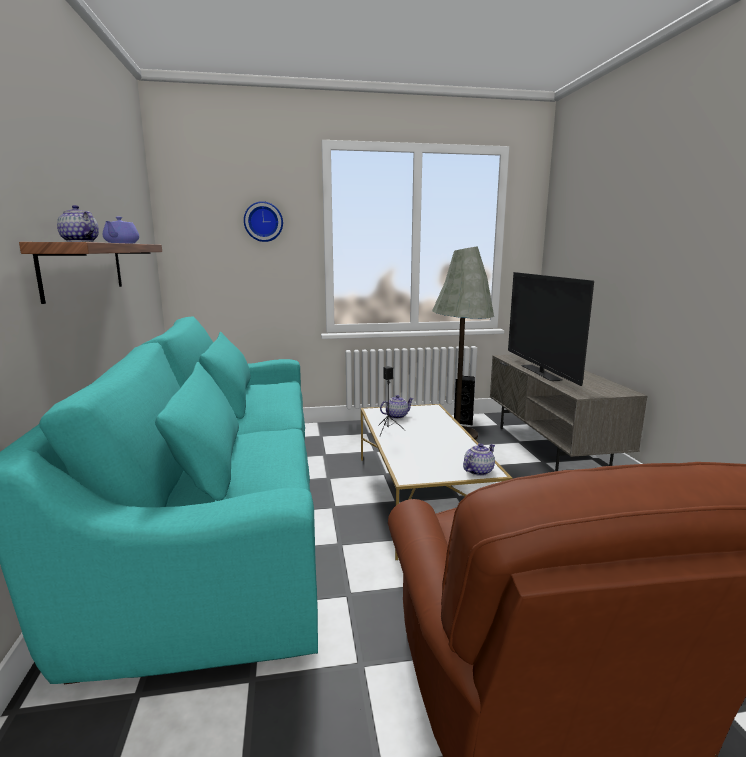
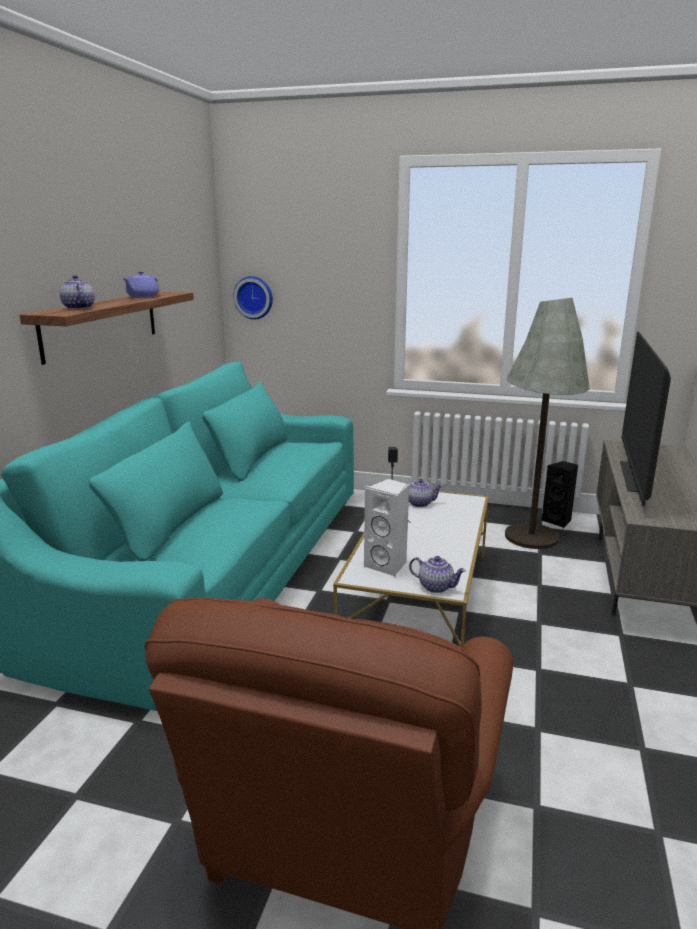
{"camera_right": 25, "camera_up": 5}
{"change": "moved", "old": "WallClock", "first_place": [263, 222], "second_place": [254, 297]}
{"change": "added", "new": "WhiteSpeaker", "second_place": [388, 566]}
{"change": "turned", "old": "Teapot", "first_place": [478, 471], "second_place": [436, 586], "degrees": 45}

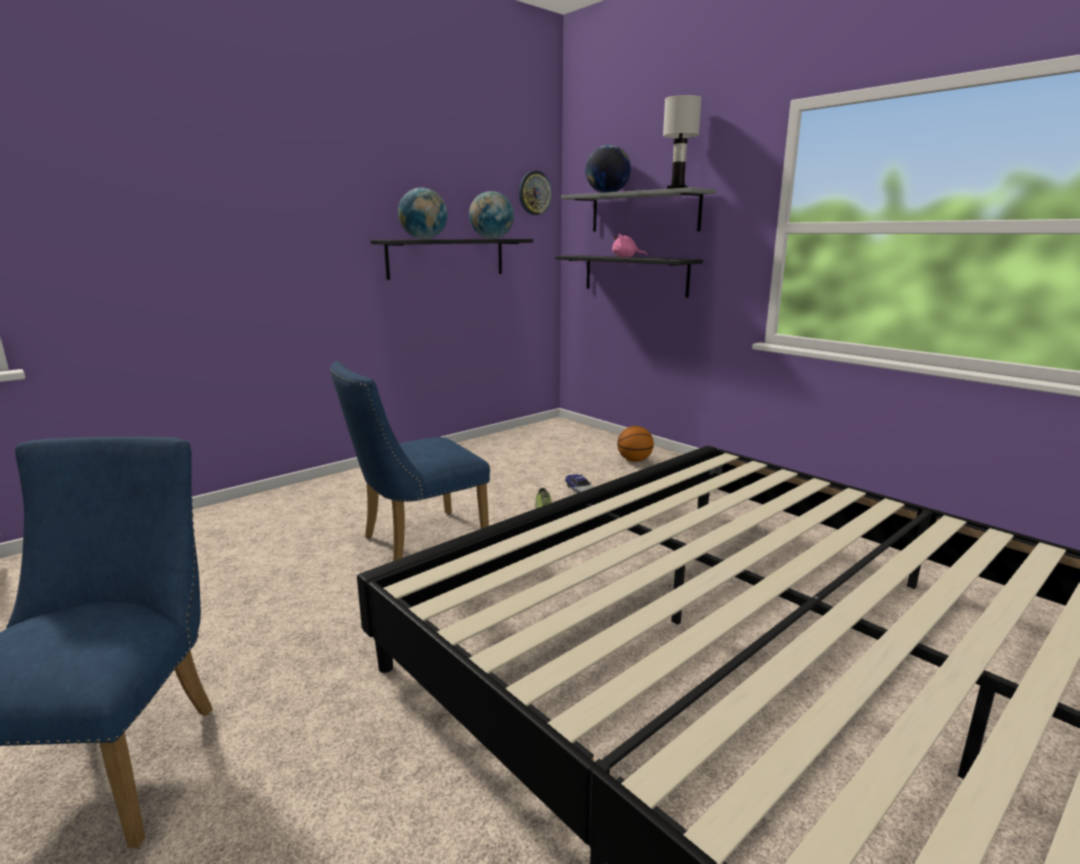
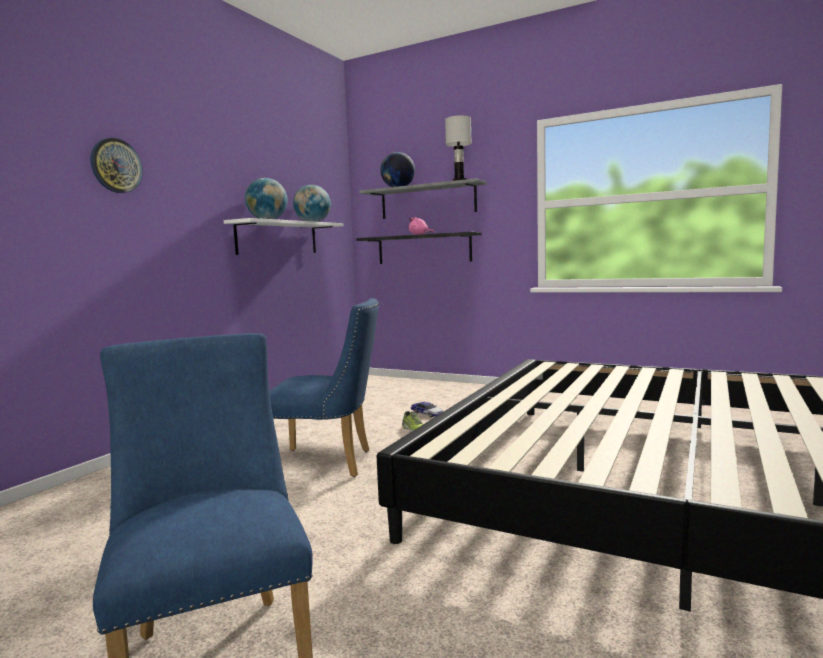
{"camera_right": -20, "camera_up": -10}
{"change": "moved", "old": "WallClock", "first_place": [534, 193], "second_place": [116, 166]}
{"change": "recoloured", "old": "BlackShelf", "new": "WhiteShelf", "first_place": [447, 258], "second_place": [277, 238]}
{"change": "turned", "old": "BlueChair", "first_place": [416, 542], "second_place": [329, 464], "degrees": -120}
{"change": "removed", "old": "Basketball", "first_place": [634, 460]}

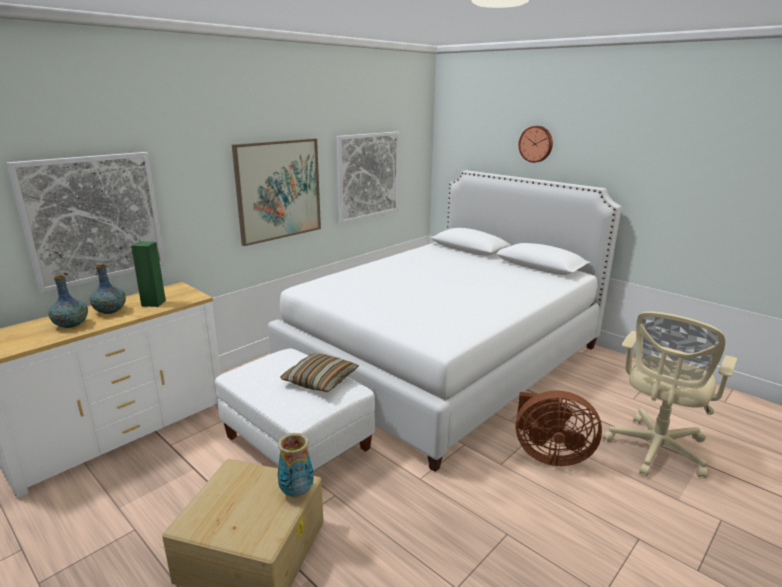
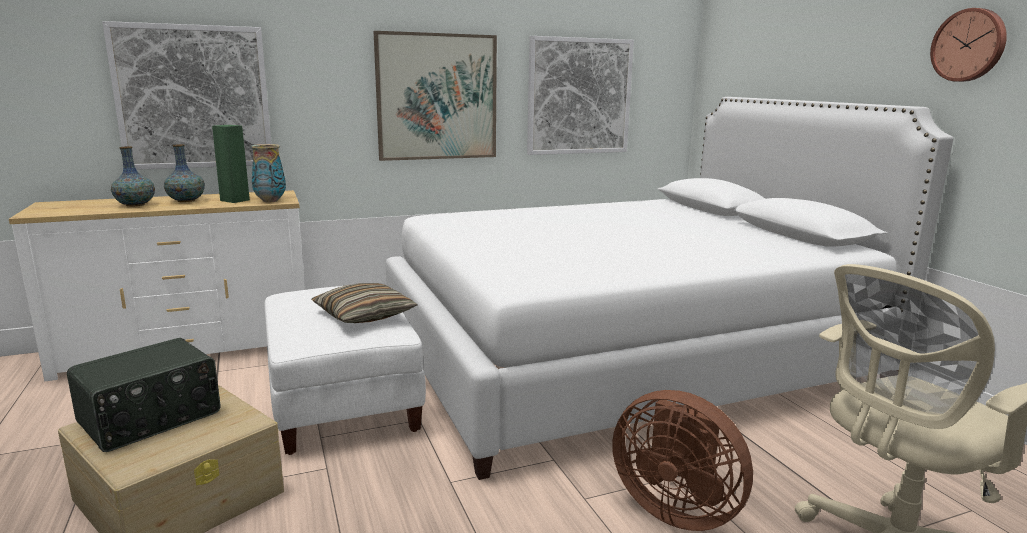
{"camera_right": 25, "camera_up": -5}
{"change": "added", "new": "Radio", "second_place": [151, 419]}
{"change": "moved", "old": "Vase", "first_place": [297, 492], "second_place": [270, 201]}
{"change": "moved", "old": "WallClock", "first_place": [536, 144], "second_place": [969, 45]}

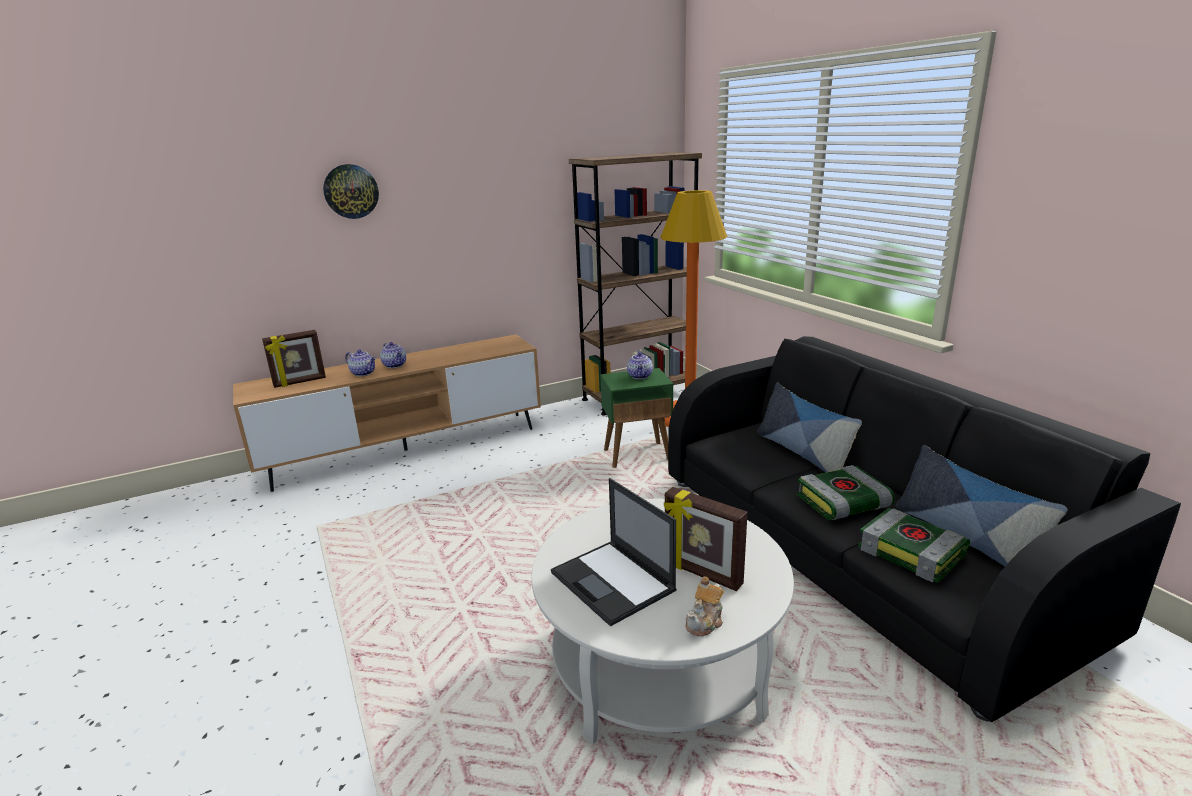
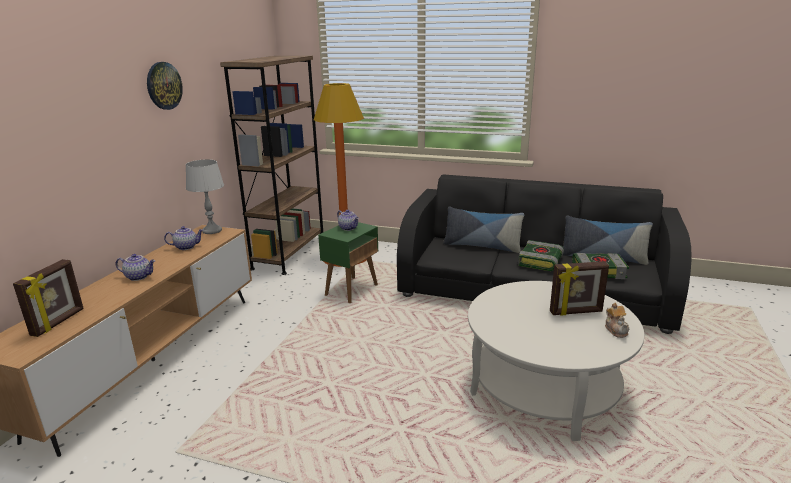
{"camera_right": -45, "camera_up": 0}
{"change": "moved", "old": "WallClock", "first_place": [351, 191], "second_place": [163, 86]}
{"change": "moved", "old": "Teapot", "first_place": [364, 373], "second_place": [186, 247]}
{"change": "added", "new": "GreyTableLamp", "second_place": [212, 230]}
{"change": "removed", "old": "Laptop", "first_place": [613, 582]}

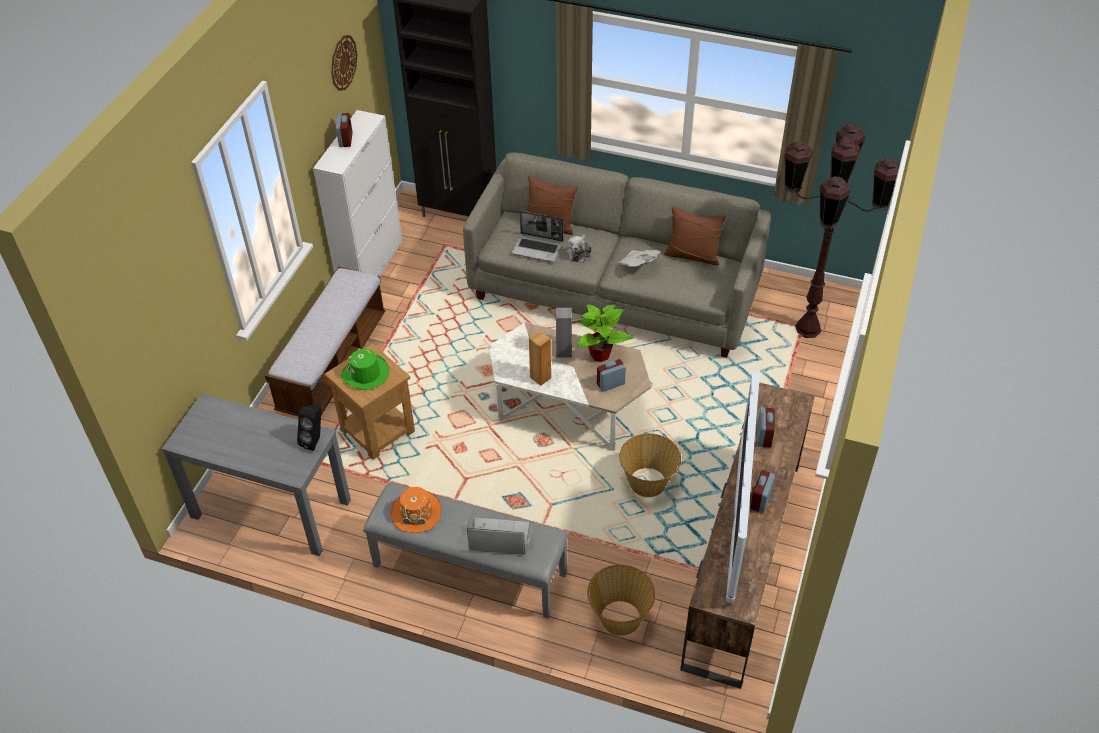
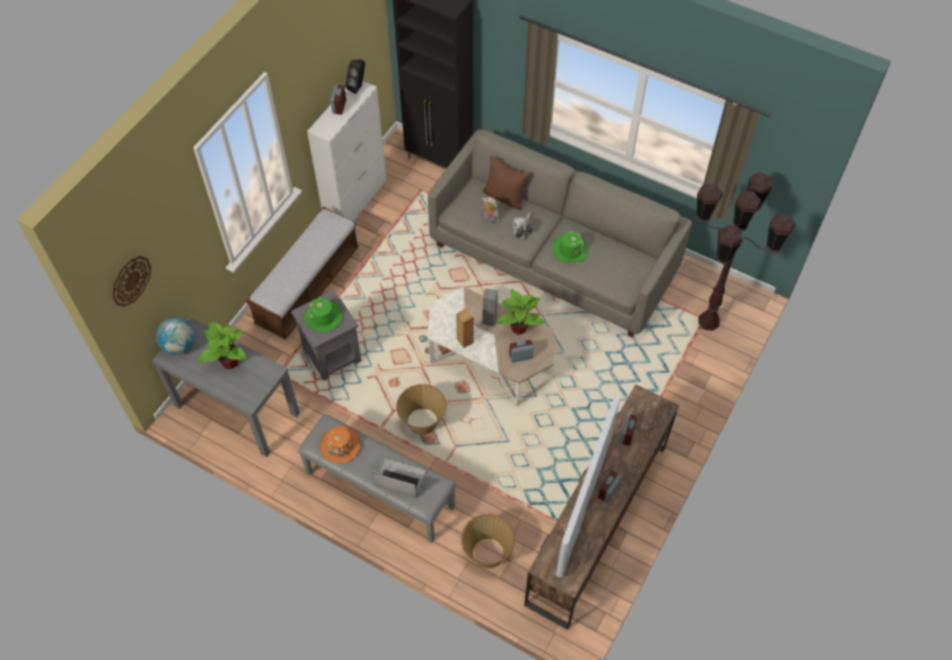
{"camera_right": 10, "camera_up": 10}
{"change": "moved", "old": "WallClock", "first_place": [343, 62], "second_place": [131, 280]}
{"change": "added", "new": "Globe", "second_place": [179, 345]}
{"change": "added", "new": "PottedPlant", "second_place": [229, 361]}
{"change": "recoloured", "old": "BrownSideTable", "new": "GreySideTable", "first_place": [377, 430], "second_place": [331, 355]}
{"change": "moved", "old": "BlackSpeaker", "first_place": [315, 440], "second_place": [358, 87]}
{"change": "moved", "old": "Basket", "first_place": [648, 483], "second_place": [422, 422]}
{"change": "replaced", "old": "Laptop", "new": "PlushToy", "first_place": [538, 248], "second_place": [489, 219]}
{"change": "replaced", "old": "Newspaper", "new": "GreenHat", "first_place": [638, 265], "second_place": [570, 249]}
{"change": "removed", "old": "BrownPillow", "first_place": [692, 255]}

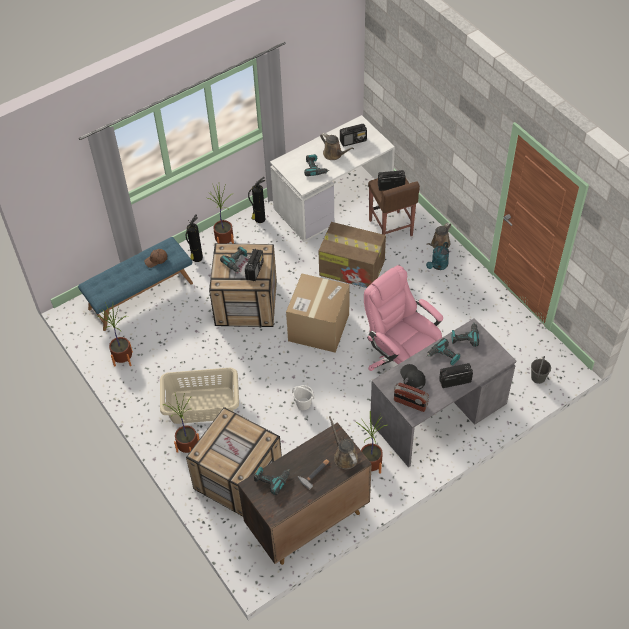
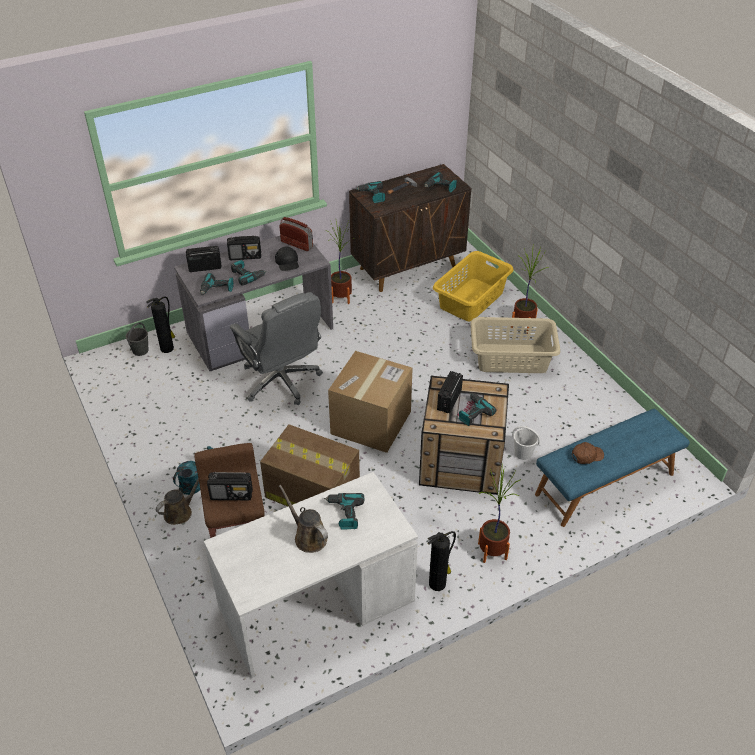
{"camera_right": -175, "camera_up": -10}
{"change": "moved", "old": "FireExtinguisher", "first_place": [196, 258], "second_place": [167, 348]}
{"change": "moved", "old": "Radio", "first_place": [353, 141], "second_place": [204, 267]}
{"change": "recoloured", "old": "PinkOfficeChair", "new": "GreyOfficeChair", "first_place": [401, 358], "second_place": [282, 381]}
{"change": "replaced", "old": "BrownWateringCan", "new": "PowerDrill", "first_place": [344, 456], "second_place": [372, 196]}
{"change": "replaced", "old": "Crate", "new": "YellowLaundryBasket", "first_place": [237, 478], "second_place": [472, 300]}
{"change": "moved", "old": "WhiteBucket", "first_place": [303, 404], "second_place": [523, 453]}
{"change": "removed", "old": "PottedPlant", "first_place": [123, 359]}

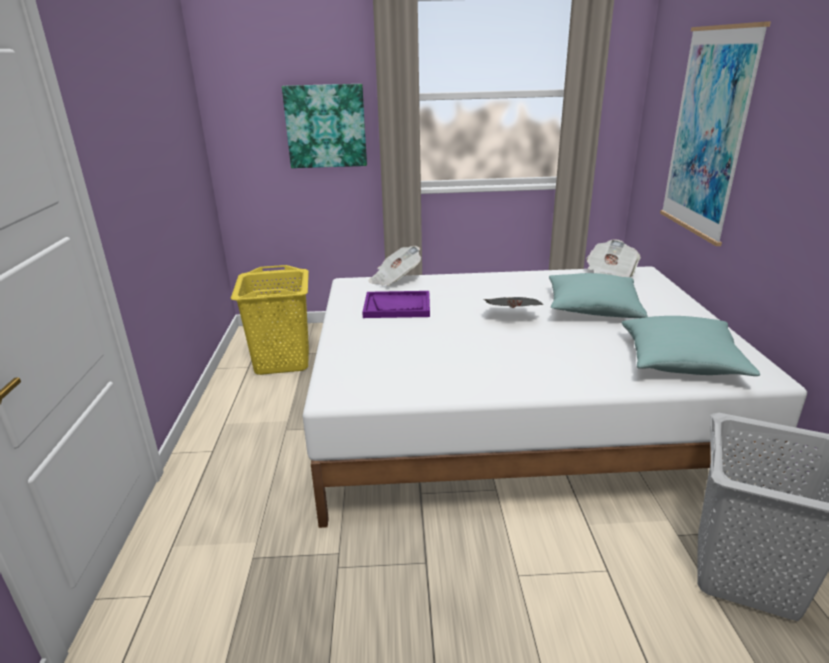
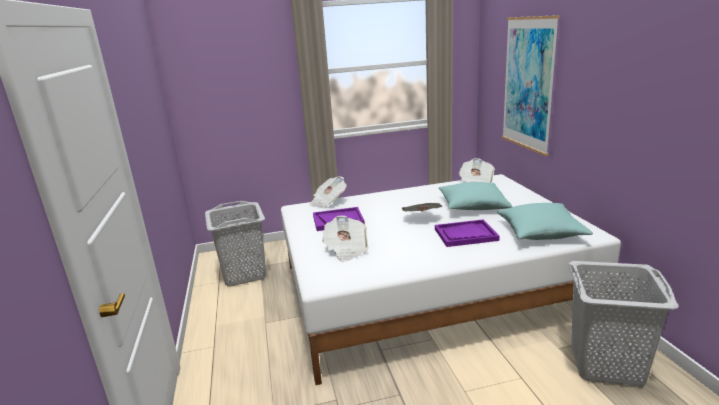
{"camera_right": -10, "camera_up": -5}
{"change": "recoloured", "old": "YellowLaundryBasket", "new": "GreyLaundryBasket", "first_place": [283, 361], "second_place": [244, 274]}
{"change": "added", "new": "Newspaper", "second_place": [346, 250]}
{"change": "added", "new": "PurpleTray", "second_place": [465, 235]}
{"change": "removed", "old": "Picture", "first_place": [326, 126]}

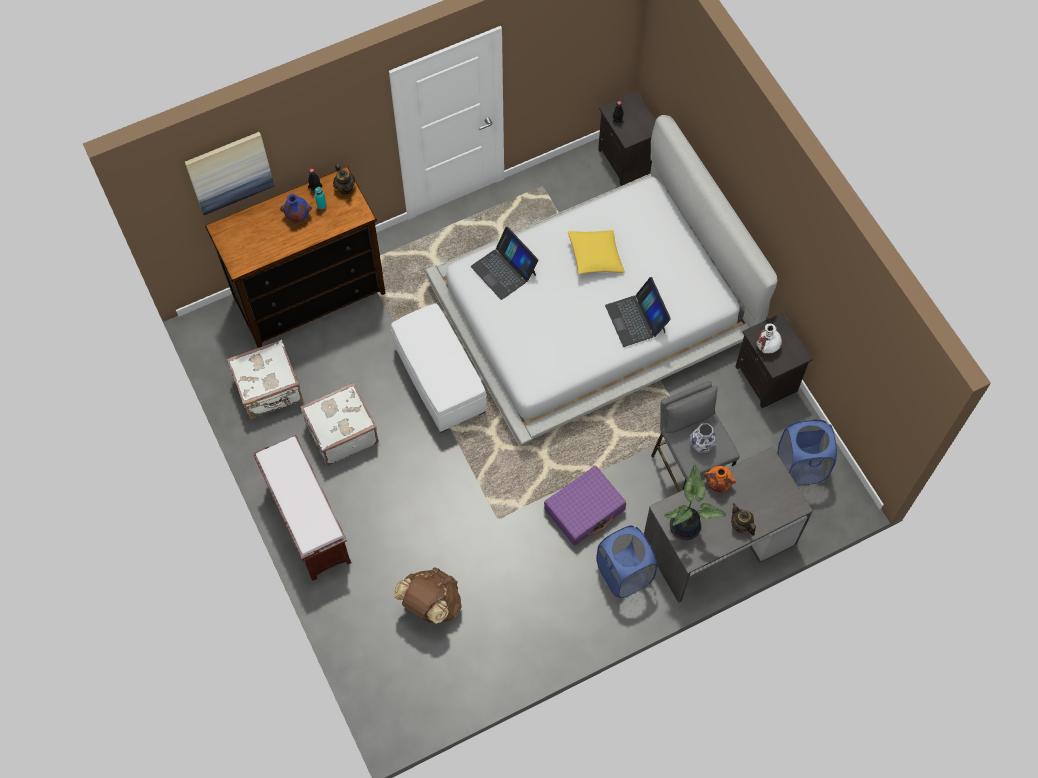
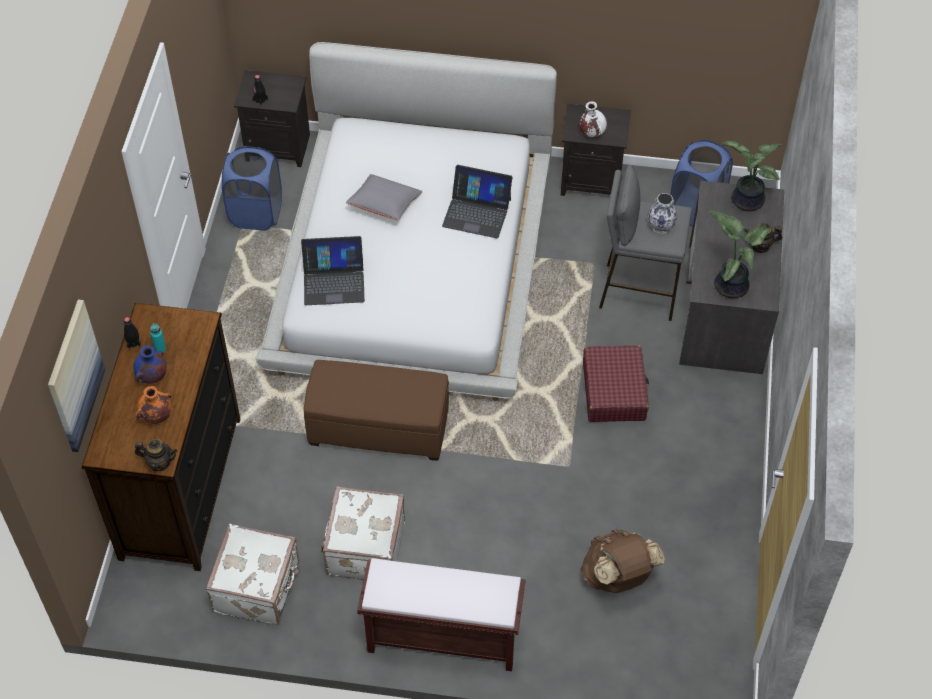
{"camera_right": -55, "camera_up": -10}
{"change": "moved", "old": "Teapot", "first_place": [345, 187], "second_place": [159, 462]}
{"change": "moved", "old": "OrangeVase", "first_place": [717, 483], "second_place": [156, 416]}
{"change": "moved", "old": "BlueLaundryBasket", "first_place": [624, 574], "second_place": [256, 213]}
{"change": "recoloured", "old": "WhiteOttoman", "new": "BrownOttoman", "first_place": [440, 380], "second_place": [379, 428]}
{"change": "recoloured", "old": "YellowPillow", "new": "GreyPillow", "first_place": [595, 257], "second_place": [384, 204]}
{"change": "recoloured", "old": "PurpleSuitcase", "new": "RedSuitcase", "first_place": [584, 509], "second_place": [614, 391]}
{"change": "added", "new": "PottedPlant", "second_place": [745, 201]}

